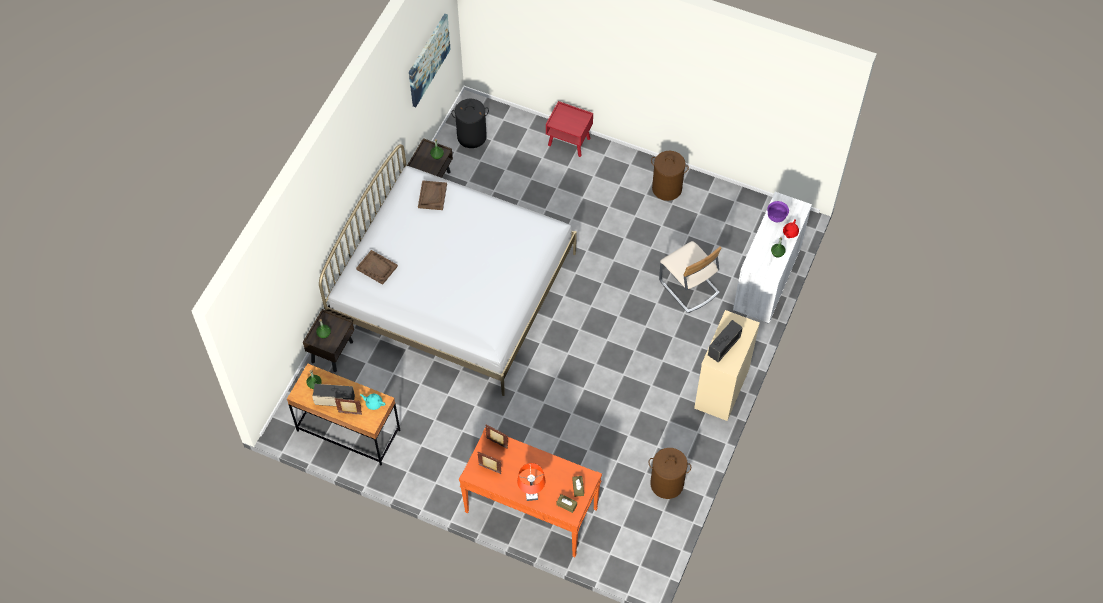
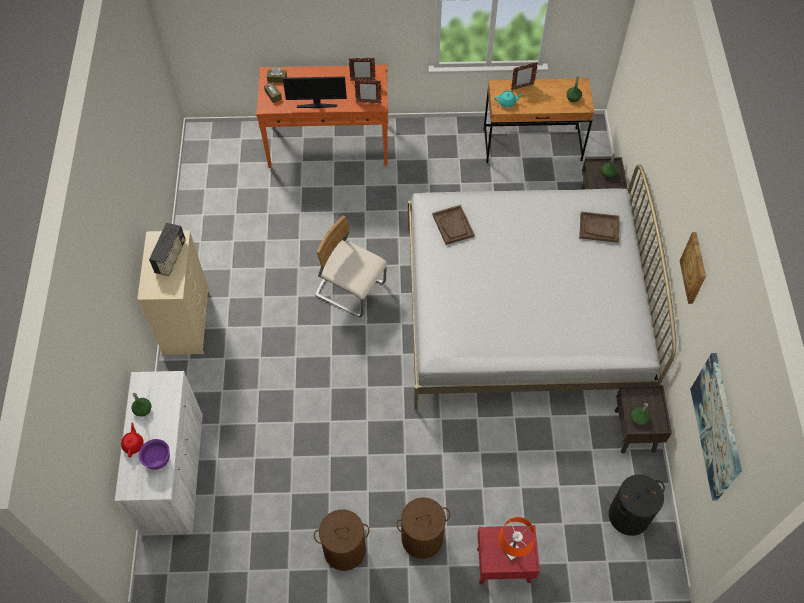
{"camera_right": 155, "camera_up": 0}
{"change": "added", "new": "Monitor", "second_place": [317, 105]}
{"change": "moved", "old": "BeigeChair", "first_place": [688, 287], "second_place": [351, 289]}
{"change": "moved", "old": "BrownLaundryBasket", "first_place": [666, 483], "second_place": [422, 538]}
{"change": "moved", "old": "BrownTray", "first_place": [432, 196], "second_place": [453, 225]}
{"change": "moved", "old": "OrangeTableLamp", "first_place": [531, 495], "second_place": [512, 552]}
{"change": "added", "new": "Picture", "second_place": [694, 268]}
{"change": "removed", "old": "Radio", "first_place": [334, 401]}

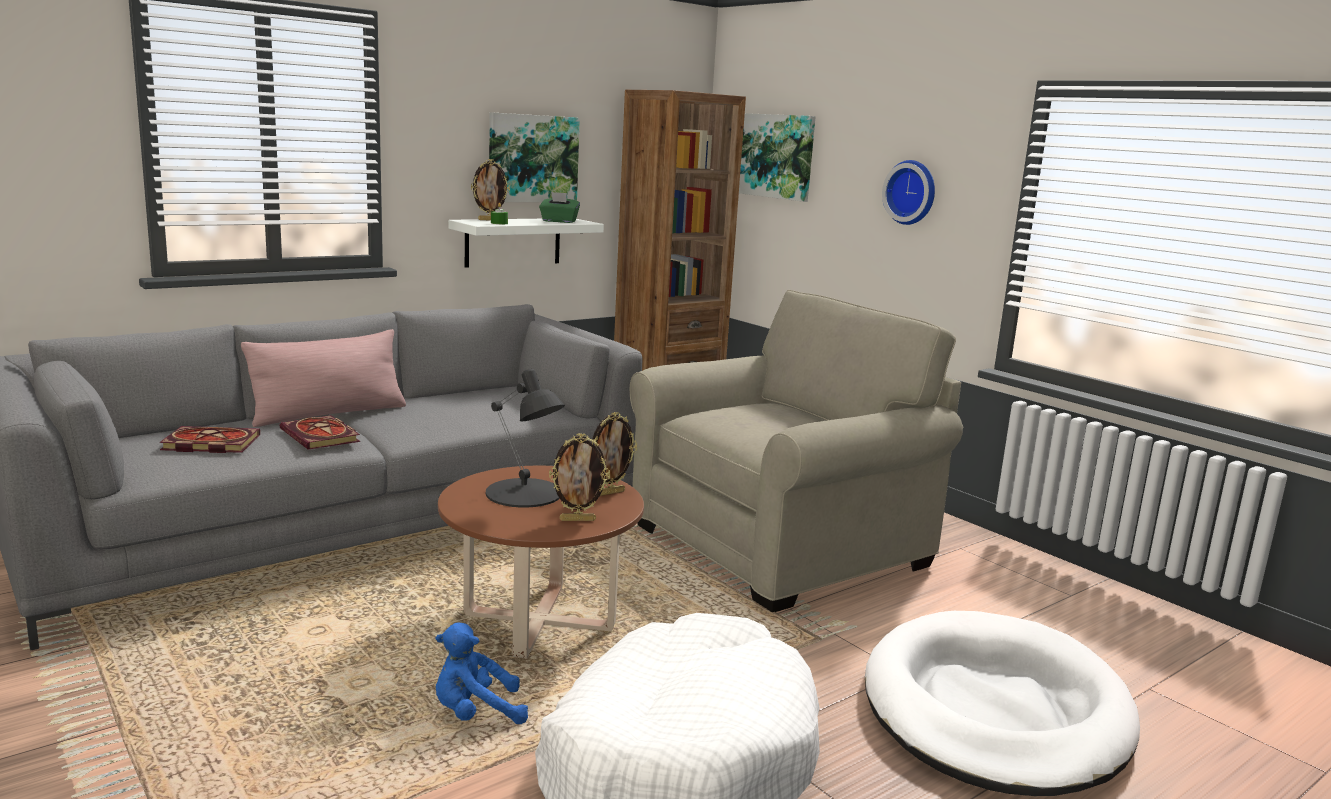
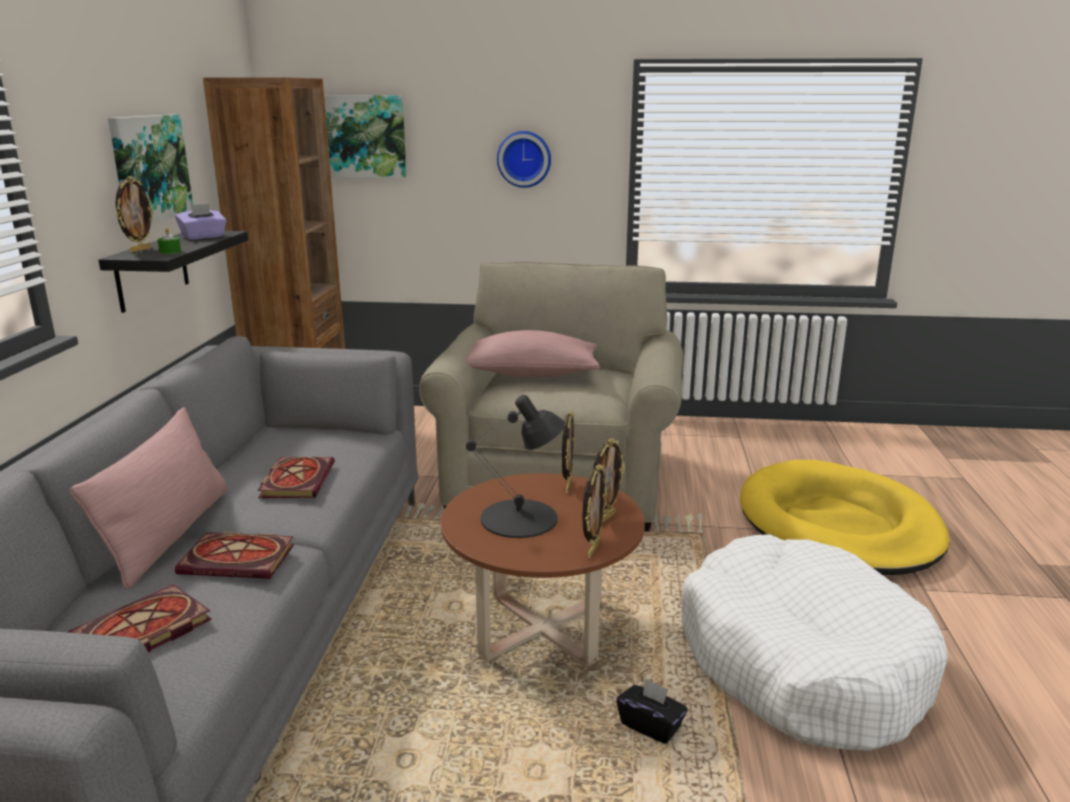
{"camera_right": -45, "camera_up": 5}
{"change": "recoloured", "old": "WhiteShelf", "new": "BlackShelf", "first_place": [513, 242], "second_place": [152, 270]}
{"change": "recoloured", "old": "GreenTissueBox", "new": "PurpleTissueBox", "first_place": [559, 221], "second_place": [203, 237]}
{"change": "added", "new": "Book", "second_place": [296, 480]}
{"change": "added", "new": "PinkPillow", "second_place": [531, 374]}
{"change": "added", "new": "PictureFrame", "second_place": [592, 550]}
{"change": "replaced", "old": "BluePlushToy", "new": "BlackTissueBox", "first_place": [475, 713], "second_place": [651, 726]}
{"change": "recoloured", "old": "WhiteDogBed", "new": "YellowDogBed", "first_place": [994, 710], "second_place": [838, 525]}

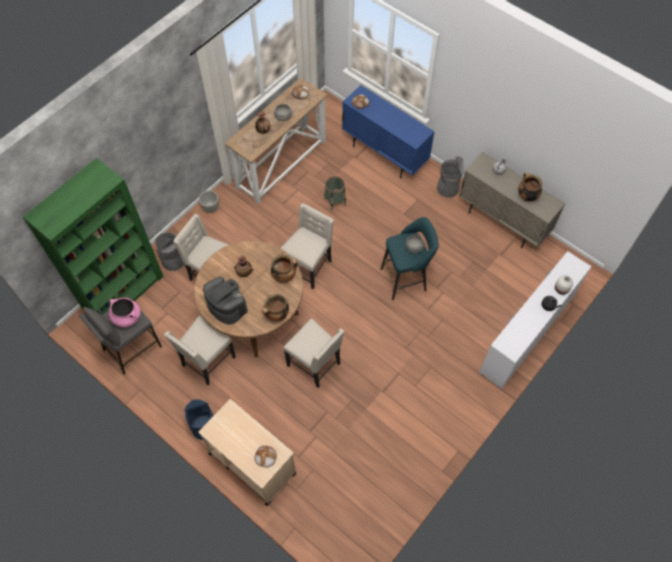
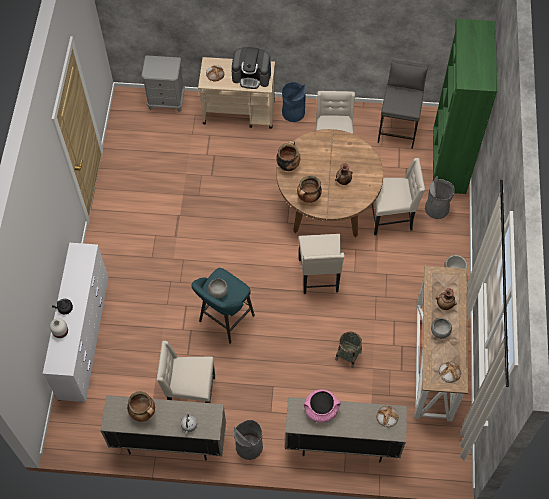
{"camera_right": 145, "camera_up": 0}
{"change": "added", "new": "GreyNightstand", "second_place": [166, 101]}
{"change": "moved", "old": "BeigeChair", "first_place": [315, 364], "second_place": [190, 394]}
{"change": "moved", "old": "CoffeeMachine", "first_place": [226, 305], "second_place": [252, 76]}
{"change": "recoloured", "old": "BlueCabinet", "new": "BeigeCabinet", "first_place": [384, 155], "second_place": [342, 443]}
{"change": "moved", "old": "PinkCookingPot", "first_place": [127, 317], "second_place": [321, 409]}

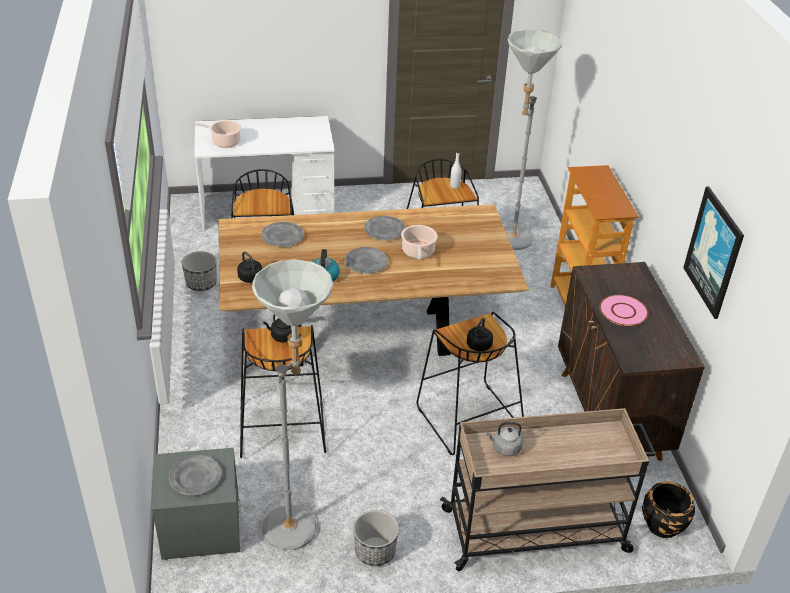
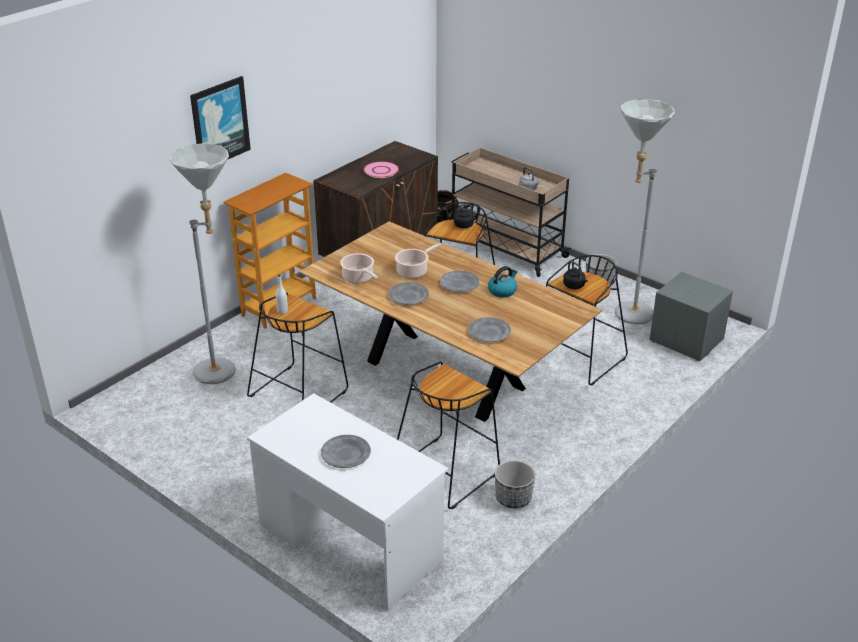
{"camera_right": -130, "camera_up": -5}
{"change": "moved", "old": "Picture", "first_place": [714, 252], "second_place": [220, 122]}
{"change": "moved", "old": "GreyPlate", "first_place": [195, 477], "second_place": [346, 454]}
{"change": "moved", "old": "CookingPot", "first_place": [224, 142], "second_place": [359, 278]}
{"change": "removed", "old": "BlackKettle", "first_place": [251, 278]}

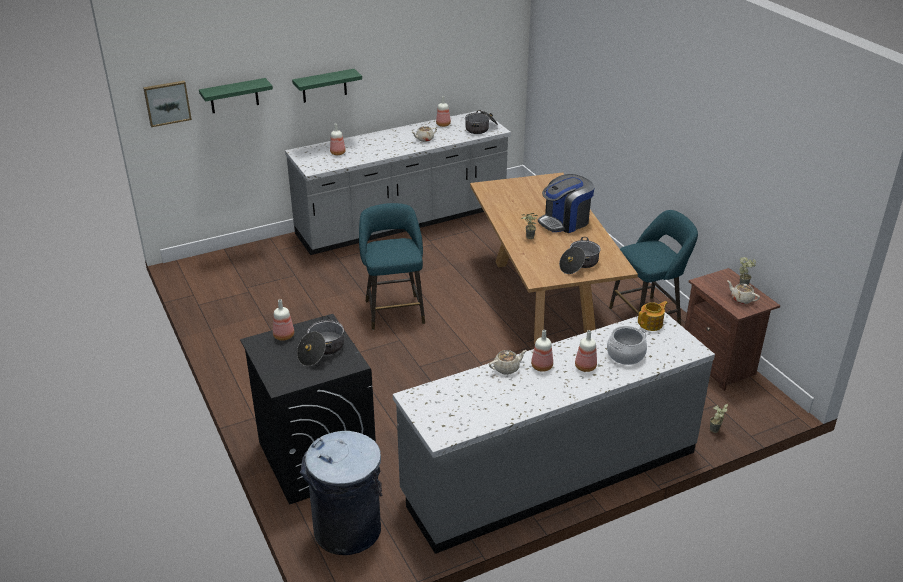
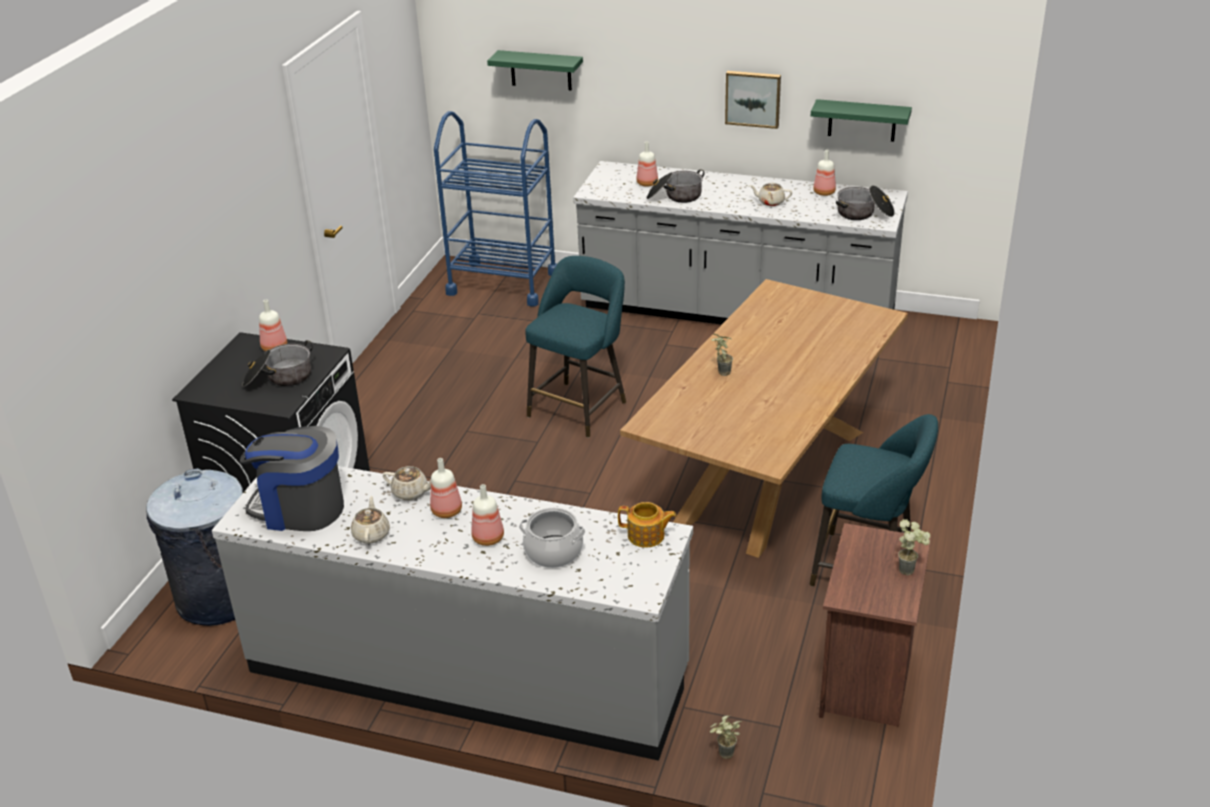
{"camera_right": 45, "camera_up": 0}
{"change": "moved", "old": "CoffeeMachine", "first_place": [565, 222], "second_place": [299, 508]}
{"change": "moved", "old": "BeigeTeapot", "first_place": [741, 299], "second_place": [371, 534]}
{"change": "added", "new": "BlueCart", "second_place": [503, 283]}
{"change": "moved", "old": "CookingPot", "first_place": [579, 264], "second_place": [675, 196]}
{"change": "moved", "old": "Picture", "first_place": [167, 103], "second_place": [753, 98]}
{"change": "moved", "old": "GreenShelf", "first_place": [324, 86], "second_place": [862, 120]}

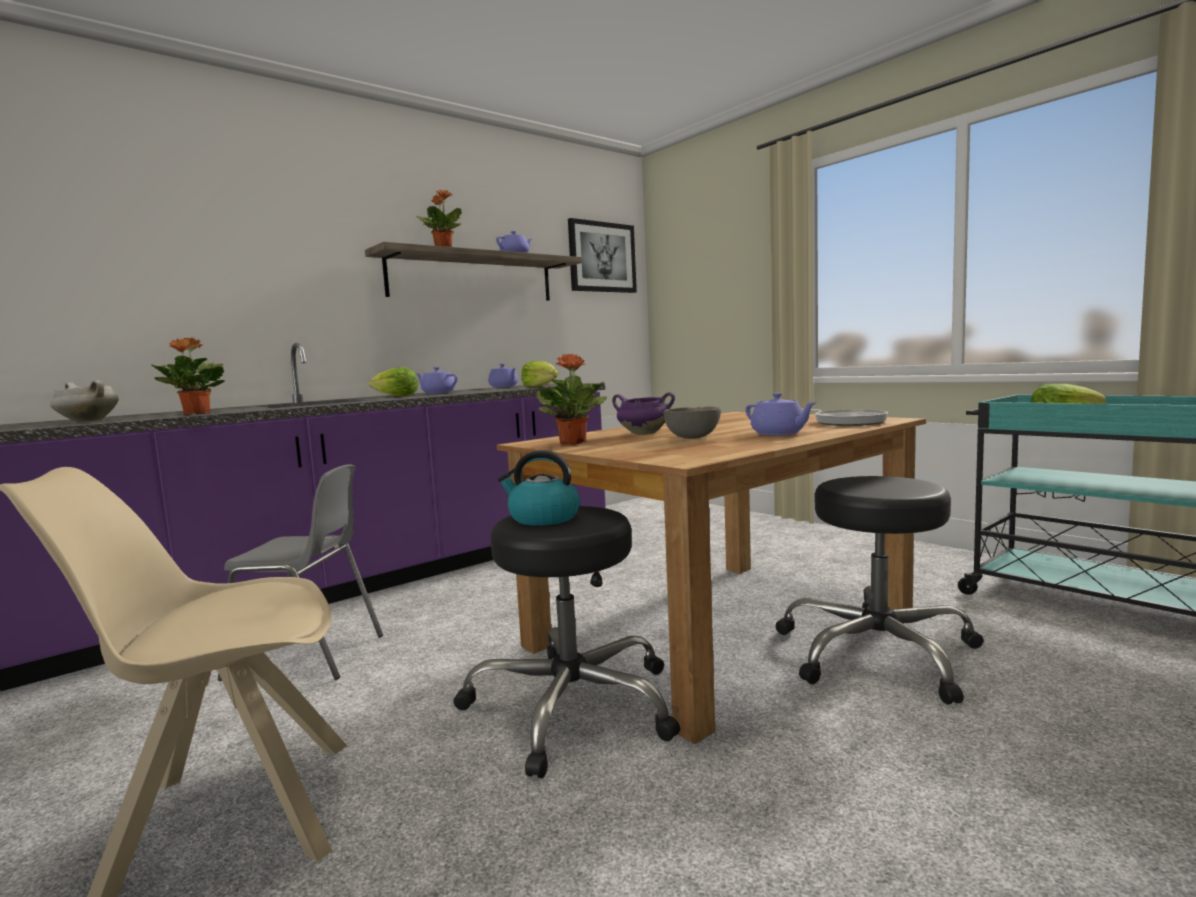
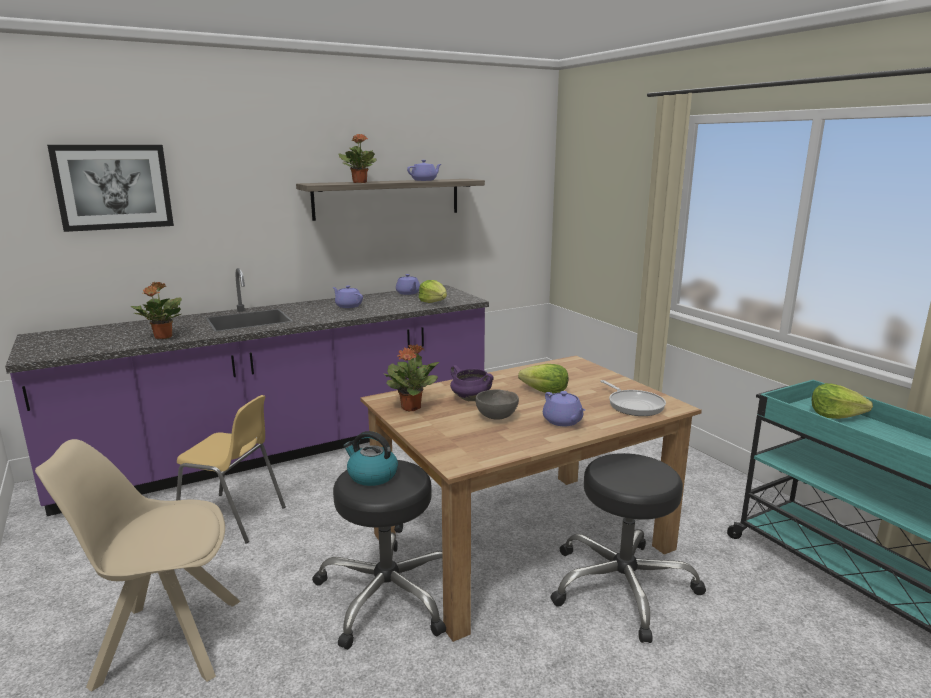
{"camera_right": 10, "camera_up": 10}
{"change": "moved", "old": "Picture", "first_place": [602, 257], "second_place": [113, 187]}
{"change": "recoloured", "old": "GreyChair", "new": "YellowChair", "first_place": [308, 656], "second_place": [233, 518]}
{"change": "moved", "old": "Lettuce", "first_place": [396, 396], "second_place": [545, 392]}
{"change": "removed", "old": "WhiteCookingPot", "first_place": [87, 421]}

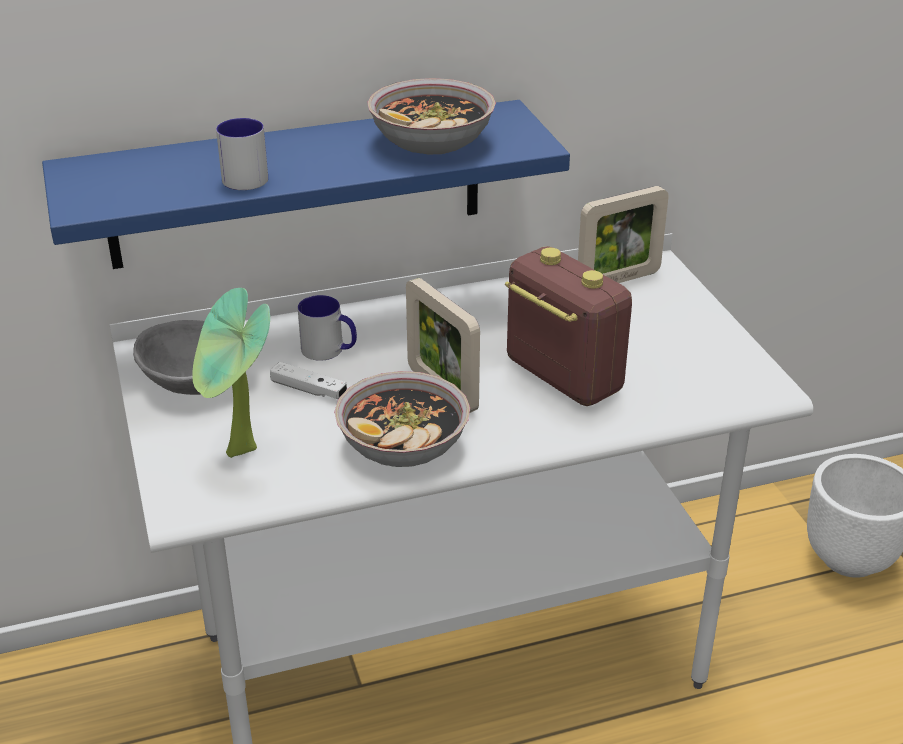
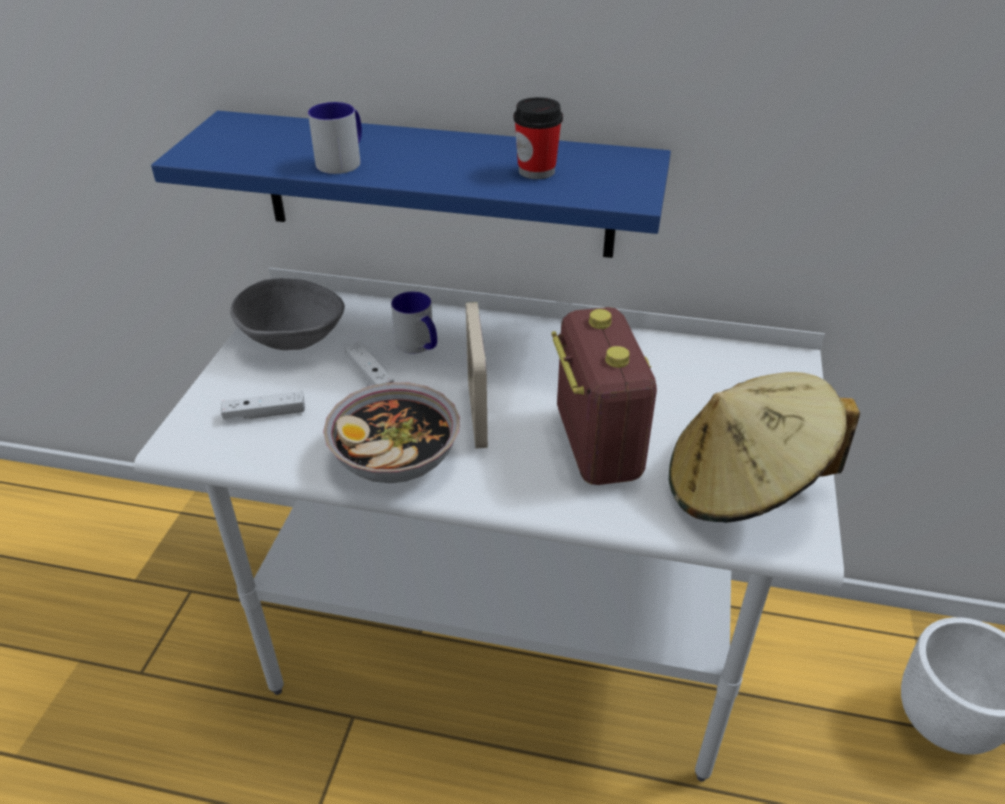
{"camera_right": 30, "camera_up": 5}
{"change": "replaced", "old": "PottedPlant", "new": "WhiteGameController", "first_place": [240, 454], "second_place": [265, 414]}
{"change": "replaced", "old": "Bowl", "new": "Cup", "first_place": [432, 142], "second_place": [536, 171]}
{"change": "added", "new": "BeigeHat", "second_place": [743, 487]}
{"change": "removed", "old": "PictureFrame", "first_place": [618, 280]}

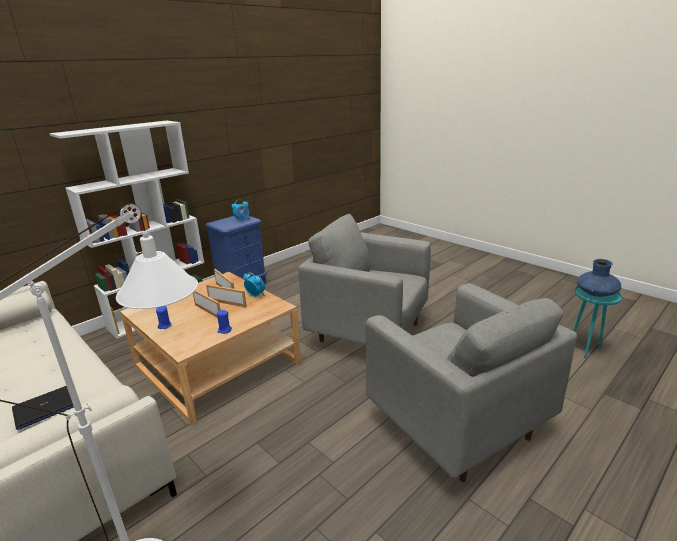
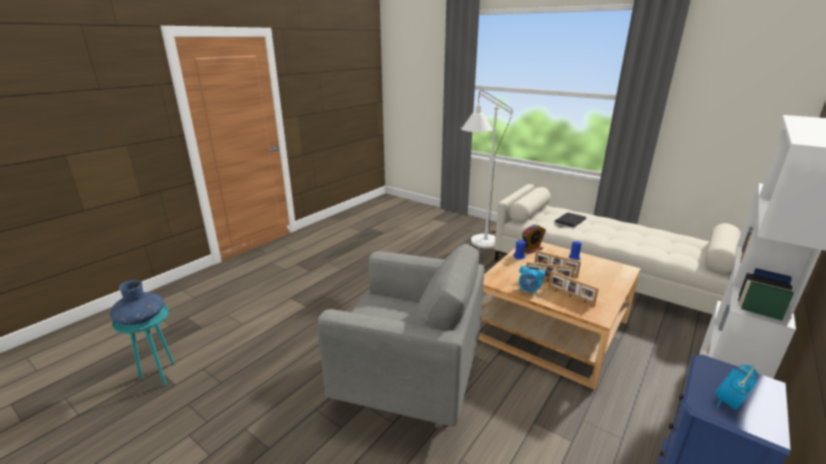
{"camera_right": 170, "camera_up": 0}
{"change": "added", "new": "AlarmClock", "second_place": [531, 249]}
{"change": "removed", "old": "GreyArmchair", "first_place": [457, 425]}

